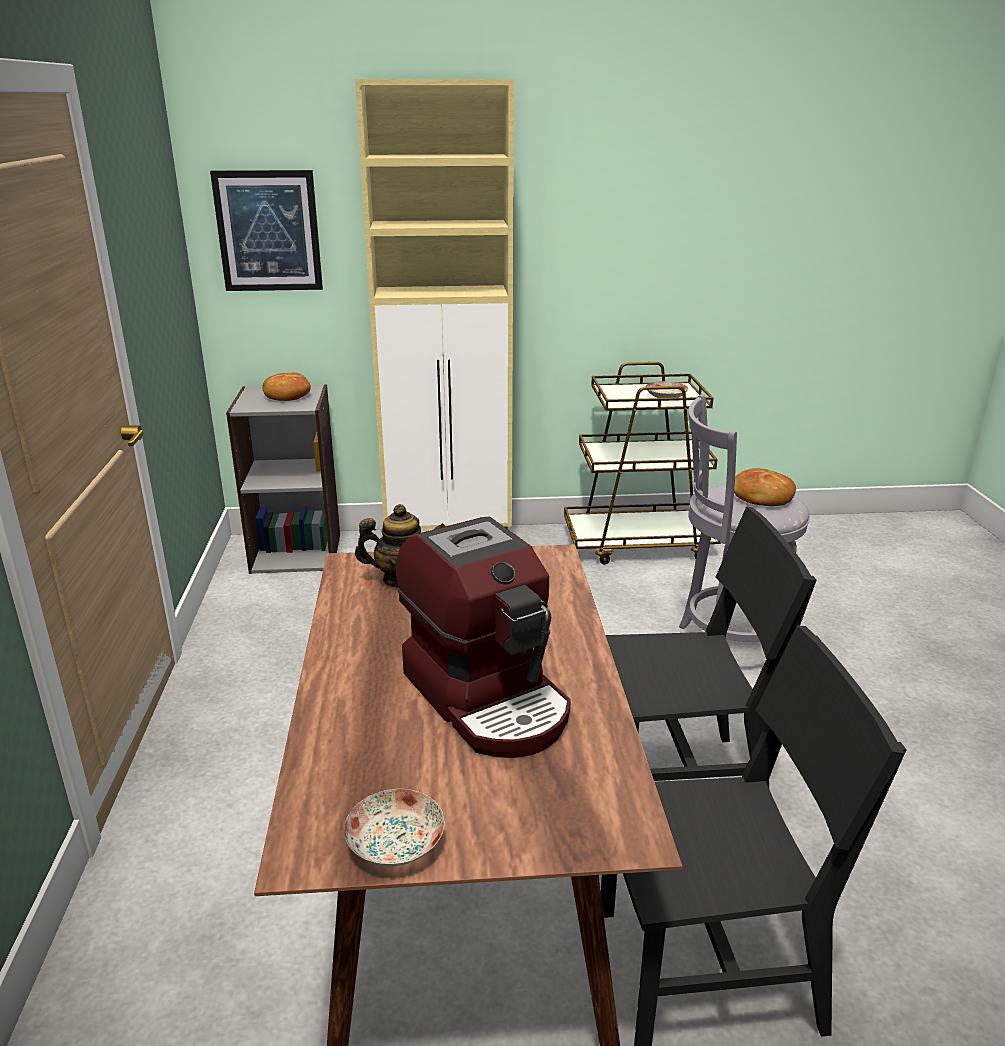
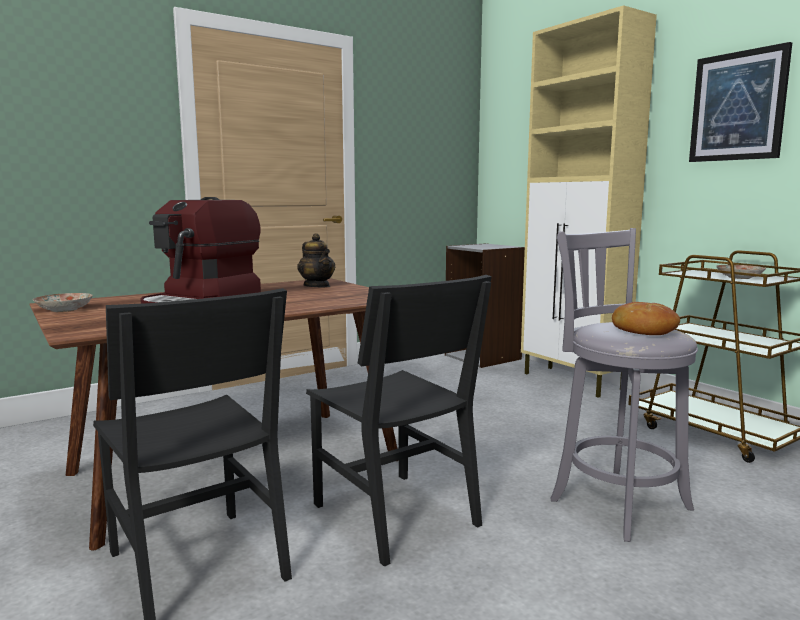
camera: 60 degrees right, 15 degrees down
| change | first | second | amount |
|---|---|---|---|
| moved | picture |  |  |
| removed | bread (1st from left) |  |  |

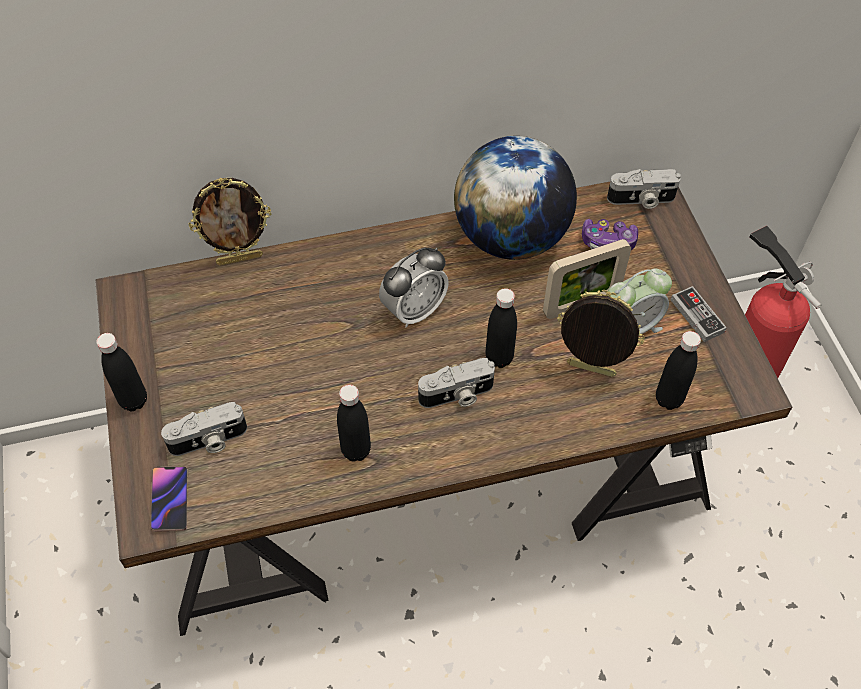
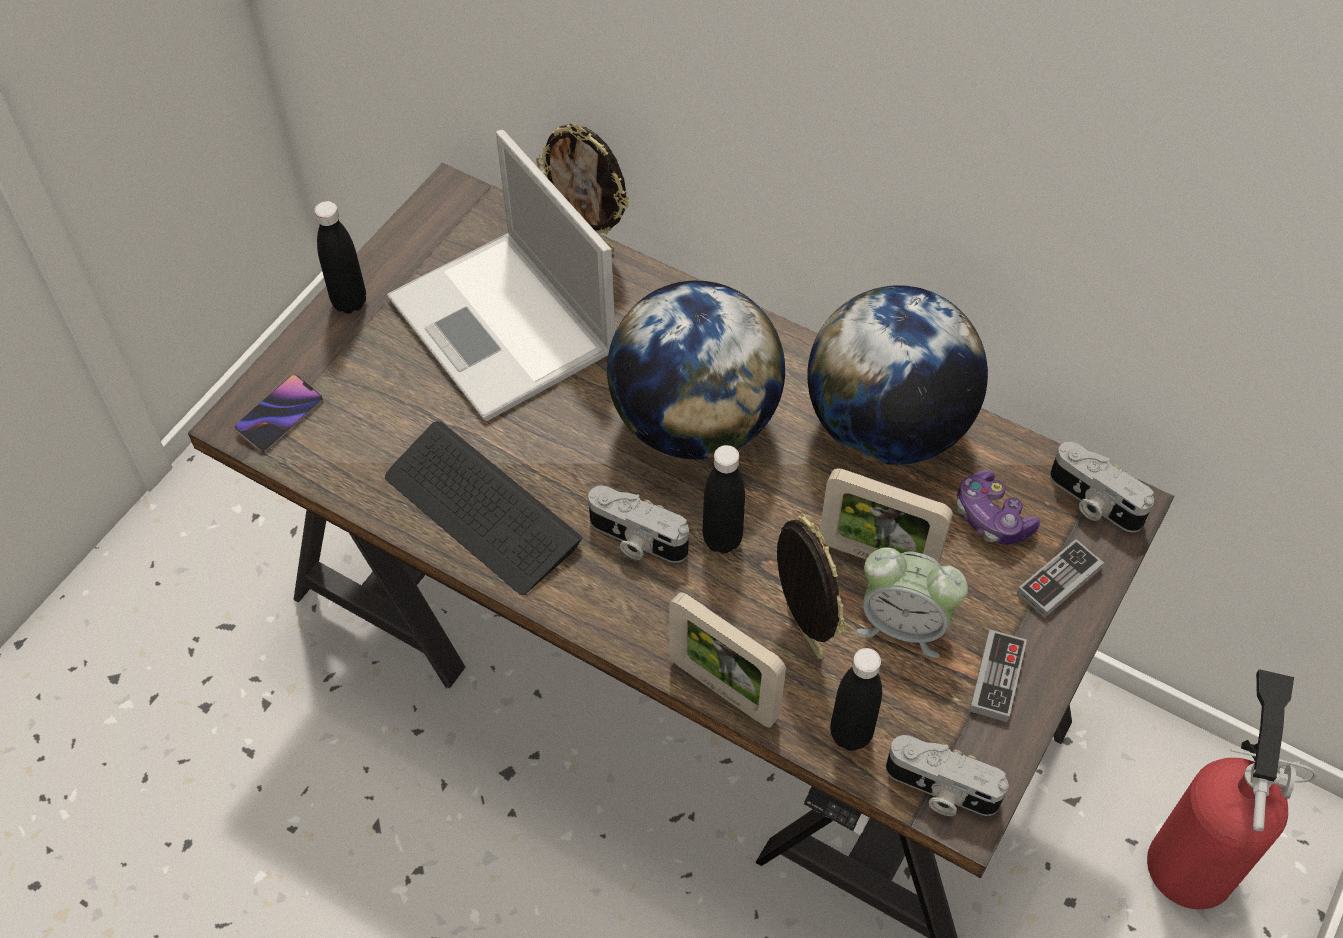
camera: 45 degrees right, 0 degrees up
| change | first | second | amount |
|---|---|---|---|
| replaced | black_bottle (2nd from left) | keyboard |  |
| added |  | laptop |  |
| replaced | alarm_clock (1st from left) | globe (1st from left) |  |
| added |  | picture_frame (2nd from left) |  |
| moved | photo_camera (1st from left in the first image) | photo_camera (2nd from left) |  |
| added |  | game_controller (3rd from left) |  |

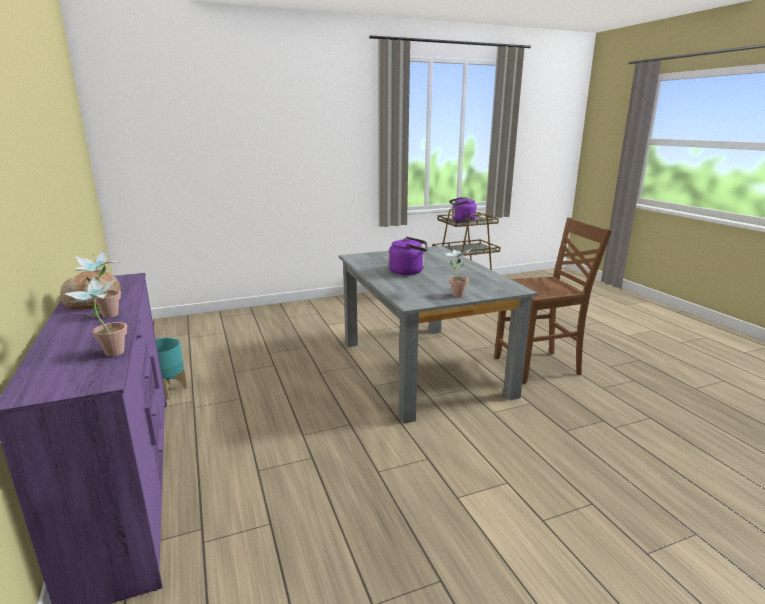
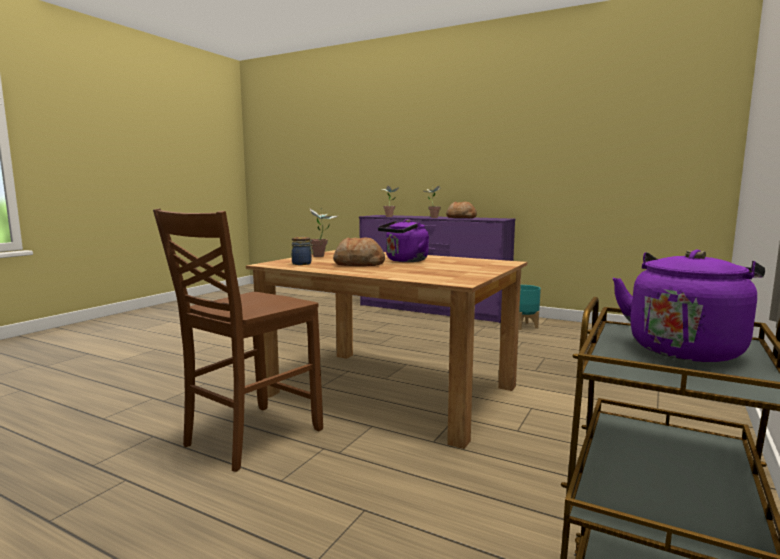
camera: 140 degrees right, 10 degrees down
| change | first | second | amount |
|---|---|---|---|
| recoloured | grey_dining_table | brown_dining_table |  |
| added |  | jar |  |
| added |  | bread (1st from left) |  |

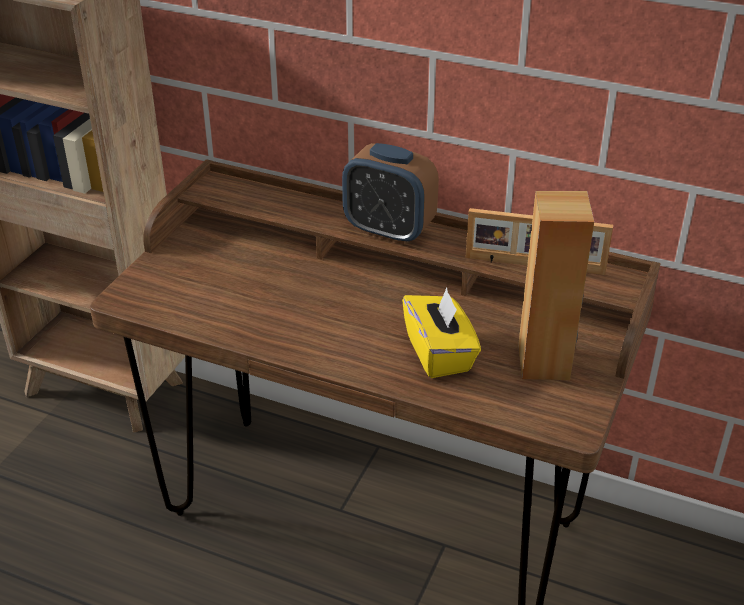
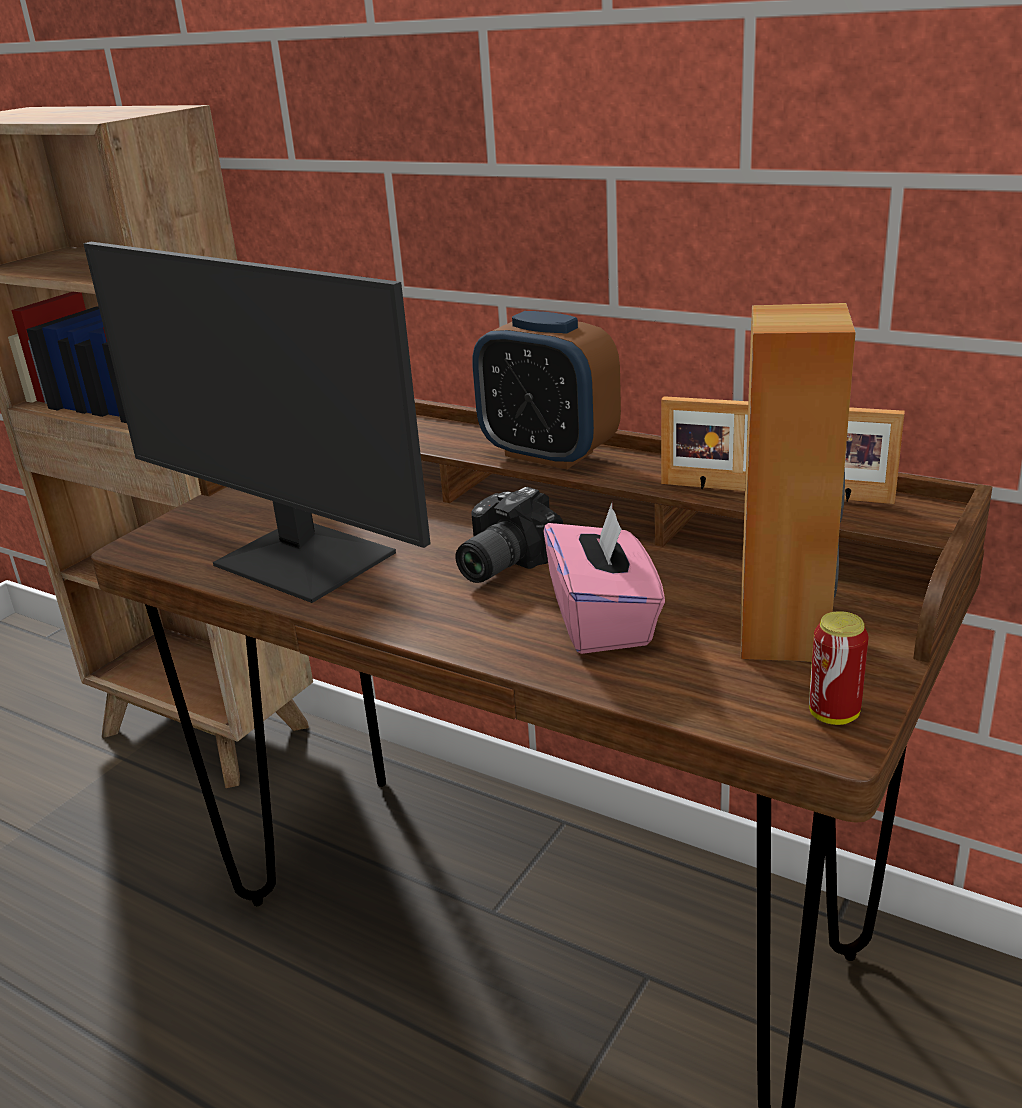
camera: 10 degrees right, 10 degrees down
| change | first | second | amount |
|---|---|---|---|
| added |  | monitor |  |
| added |  | photo_camera |  |
| recoloured | yellow_tissue_box | pink_tissue_box |  |
| added |  | can |  |

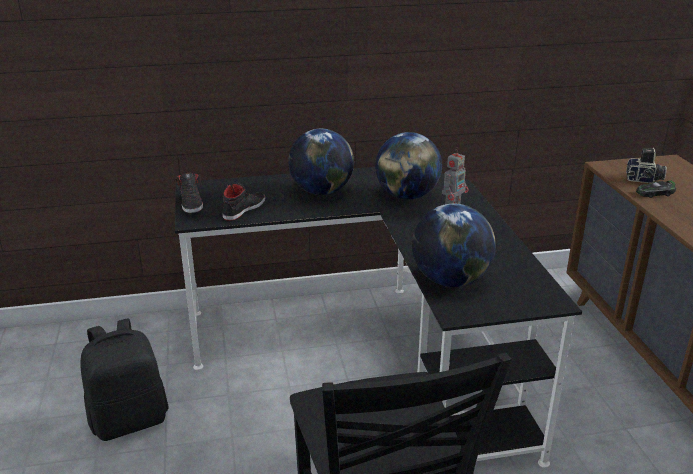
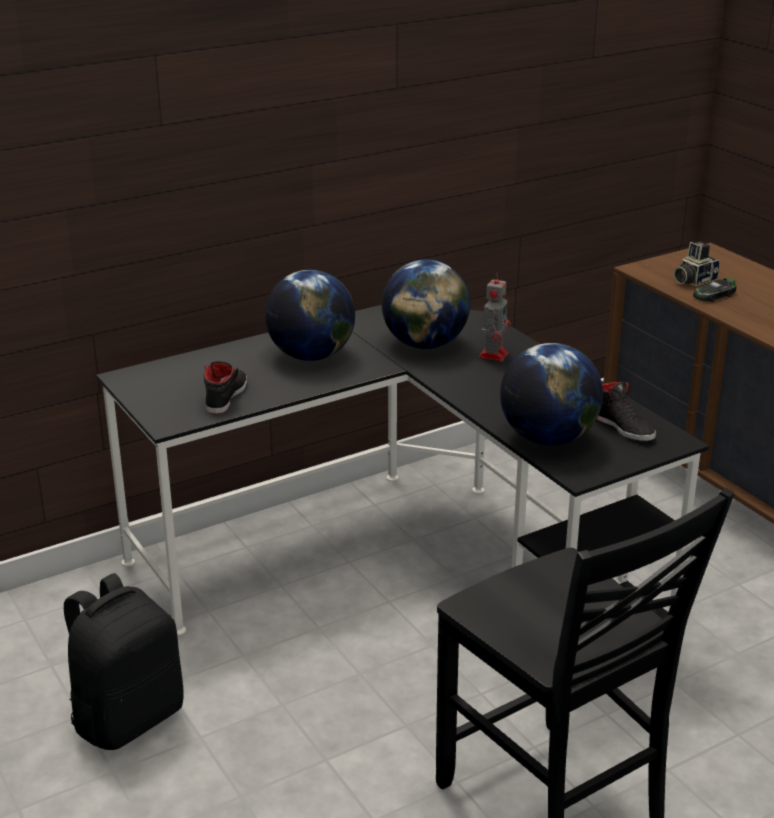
camera: 20 degrees left, 0 degrees up
| change | first | second | amount |
|---|---|---|---|
| moved | black_shoe (1st from left in the first image) | black_shoe (2nd from left) |  |
| turned | photo_camera |  | 150 degrees clockwise |

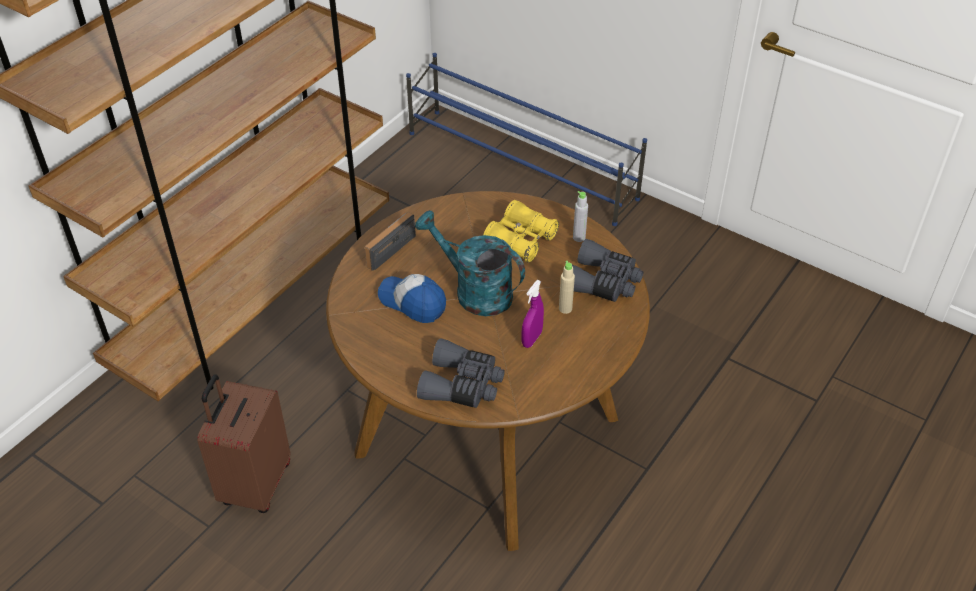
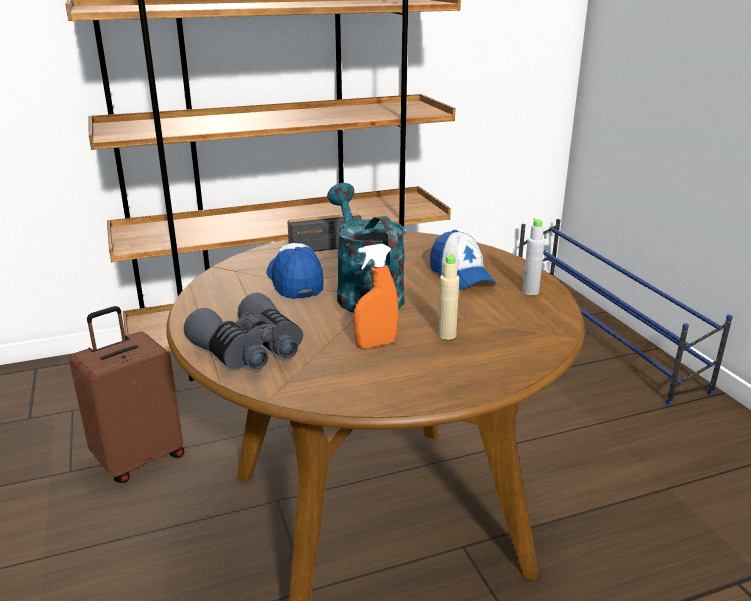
camera: 35 degrees right, 20 degrees down
| change | first | second | amount |
|---|---|---|---|
| recoloured | purple_spray_bottle | orange_spray_bottle |  |
| replaced | yellow_binoculars | cap (2nd from left) |  |
| removed | grey_binoculars (2nd from left) |  |  |

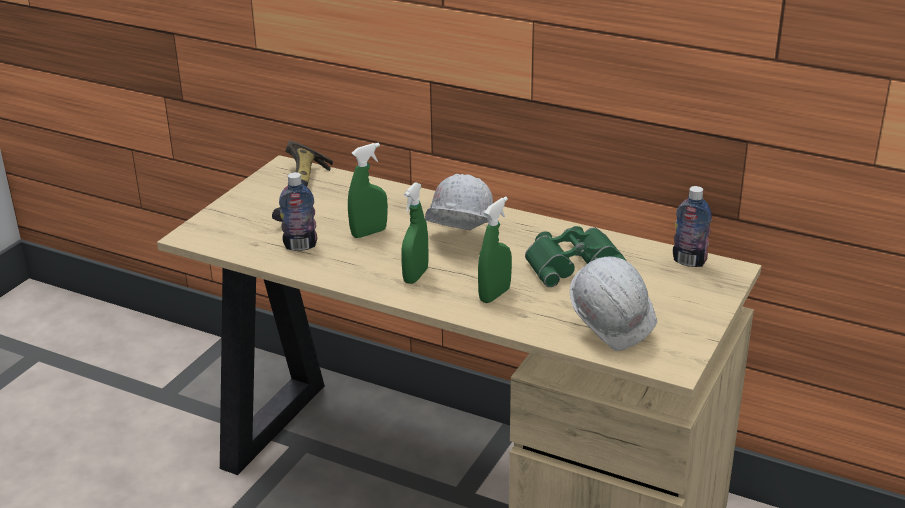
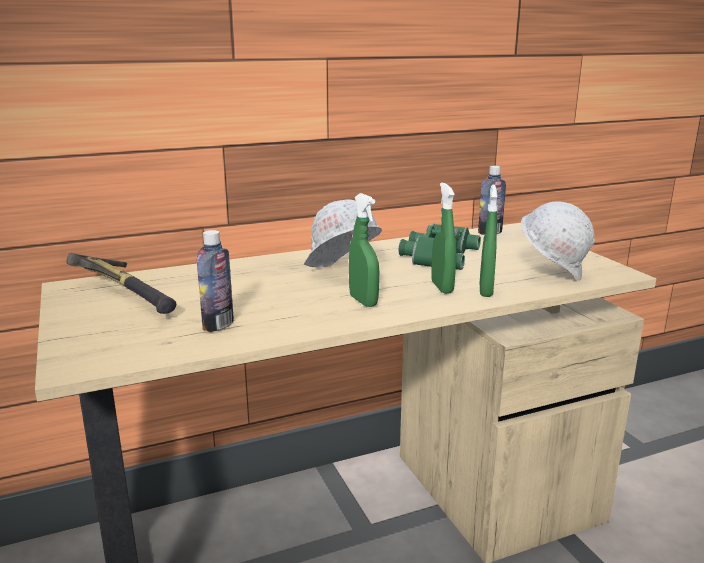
camera: 50 degrees left, 10 degrees down
| change | first | second | amount |
|---|---|---|---|
| moved | green_spray_bottle (1st from left in the first image) | green_spray_bottle (3rd from left) |  |

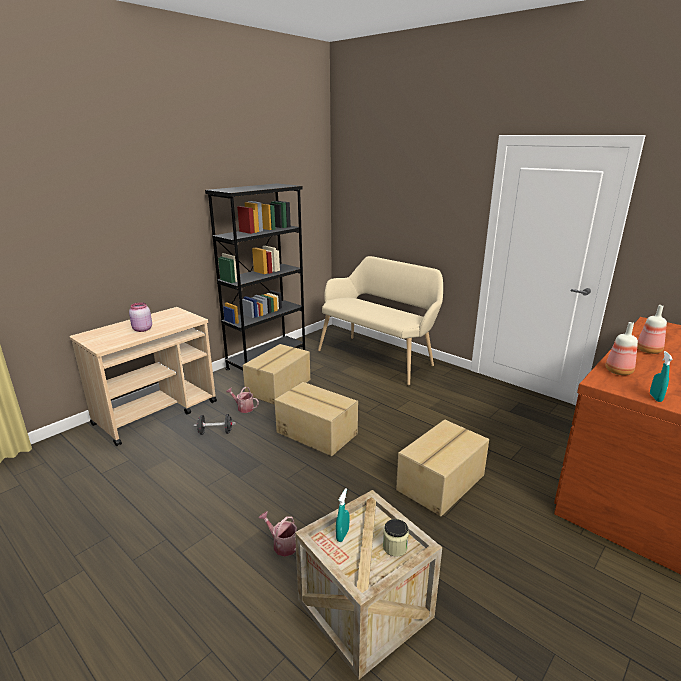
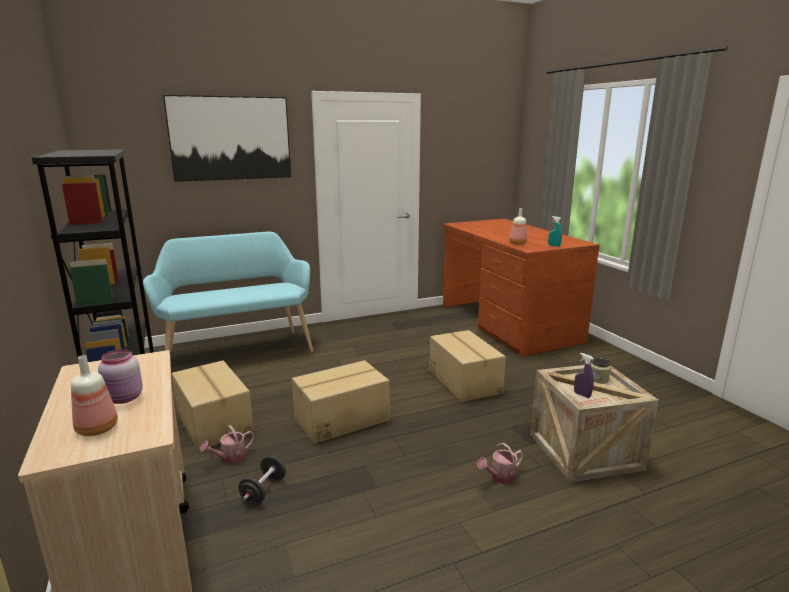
camera: 65 degrees left, 5 degrees down
| change | first | second | amount |
|---|---|---|---|
| moved | bottle (2nd from left in the first image) | bottle (1st from left) |  |
| recoloured | beige_bench | turquoise_bench |  |
| added |  | picture |  |
| recoloured | turquoise_spray_bottle (1st from left) | purple_spray_bottle |  |

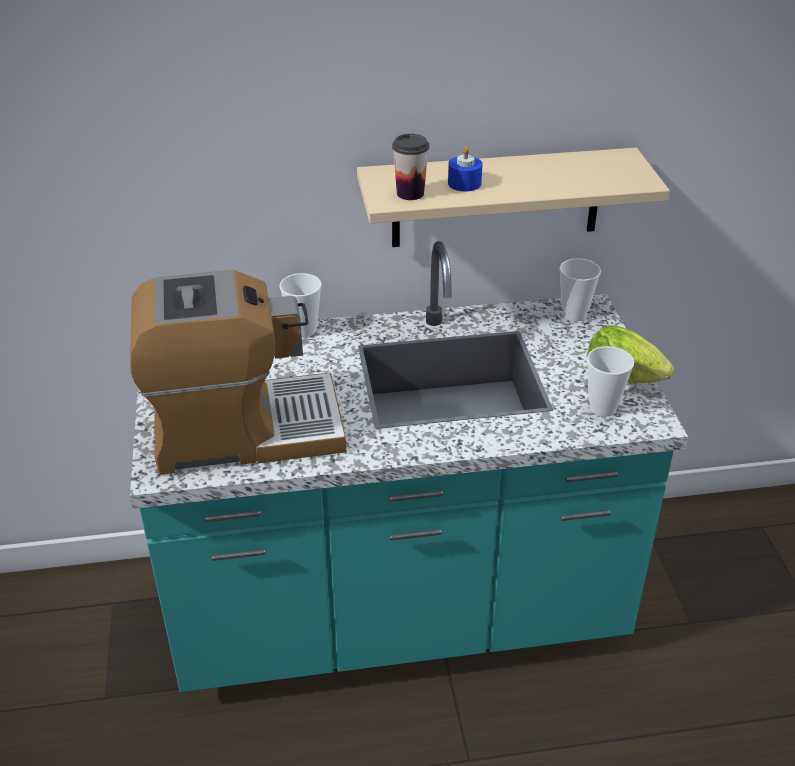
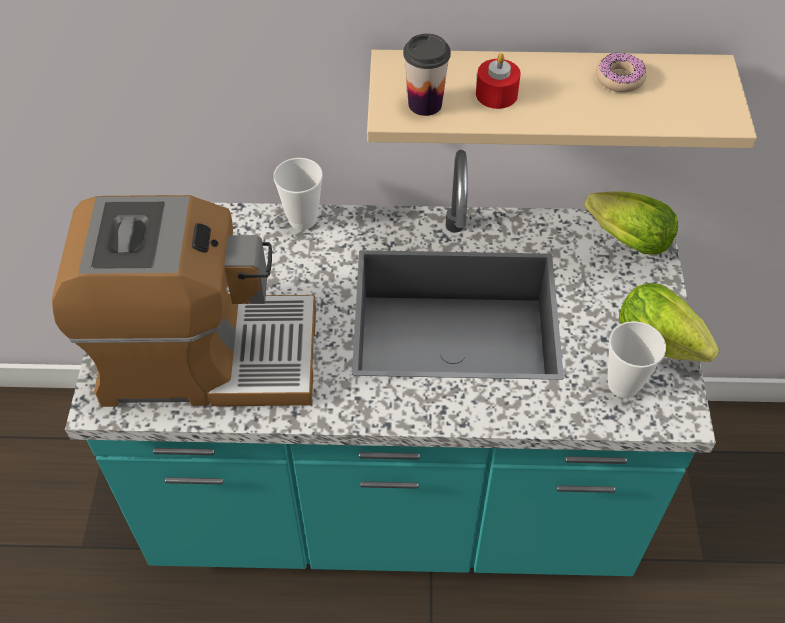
camera: 10 degrees right, 15 degrees up
| change | first | second | amount |
|---|---|---|---|
| recoloured | blue_candle | red_candle |  |
| replaced | cup (3rd from left) | lettuce (1st from left) |  |
| added |  | donut |  |

